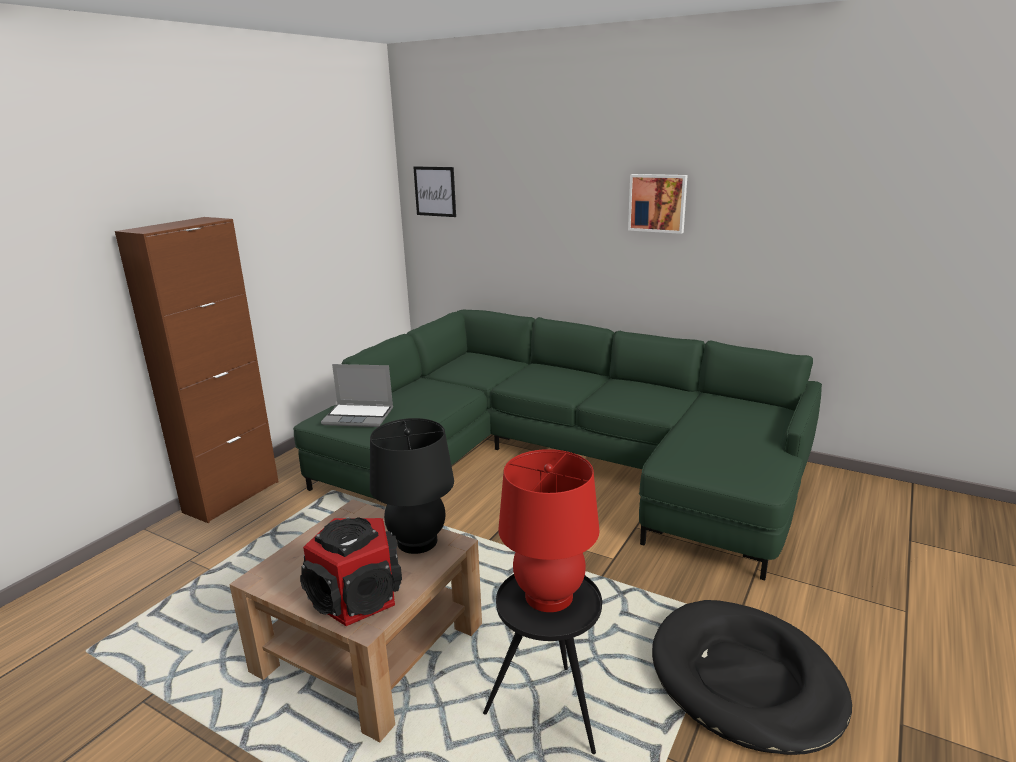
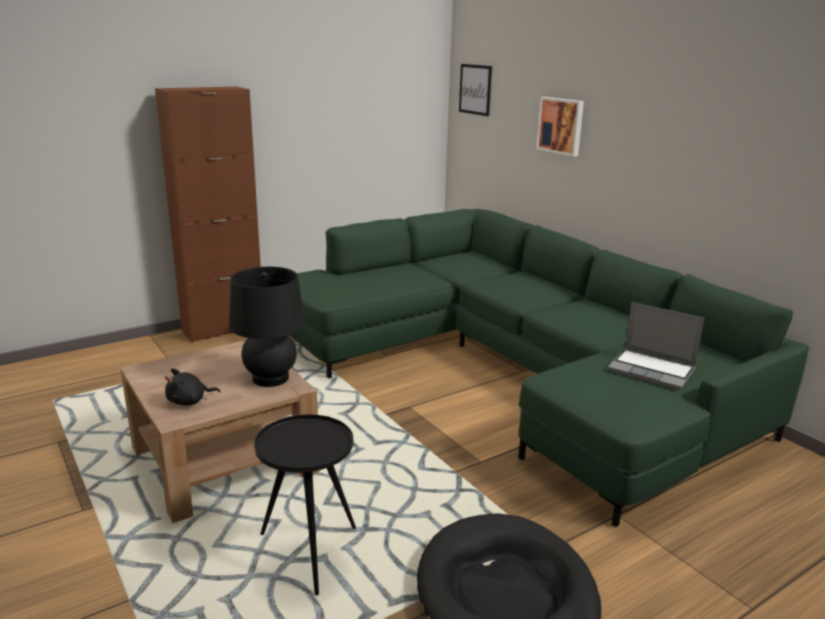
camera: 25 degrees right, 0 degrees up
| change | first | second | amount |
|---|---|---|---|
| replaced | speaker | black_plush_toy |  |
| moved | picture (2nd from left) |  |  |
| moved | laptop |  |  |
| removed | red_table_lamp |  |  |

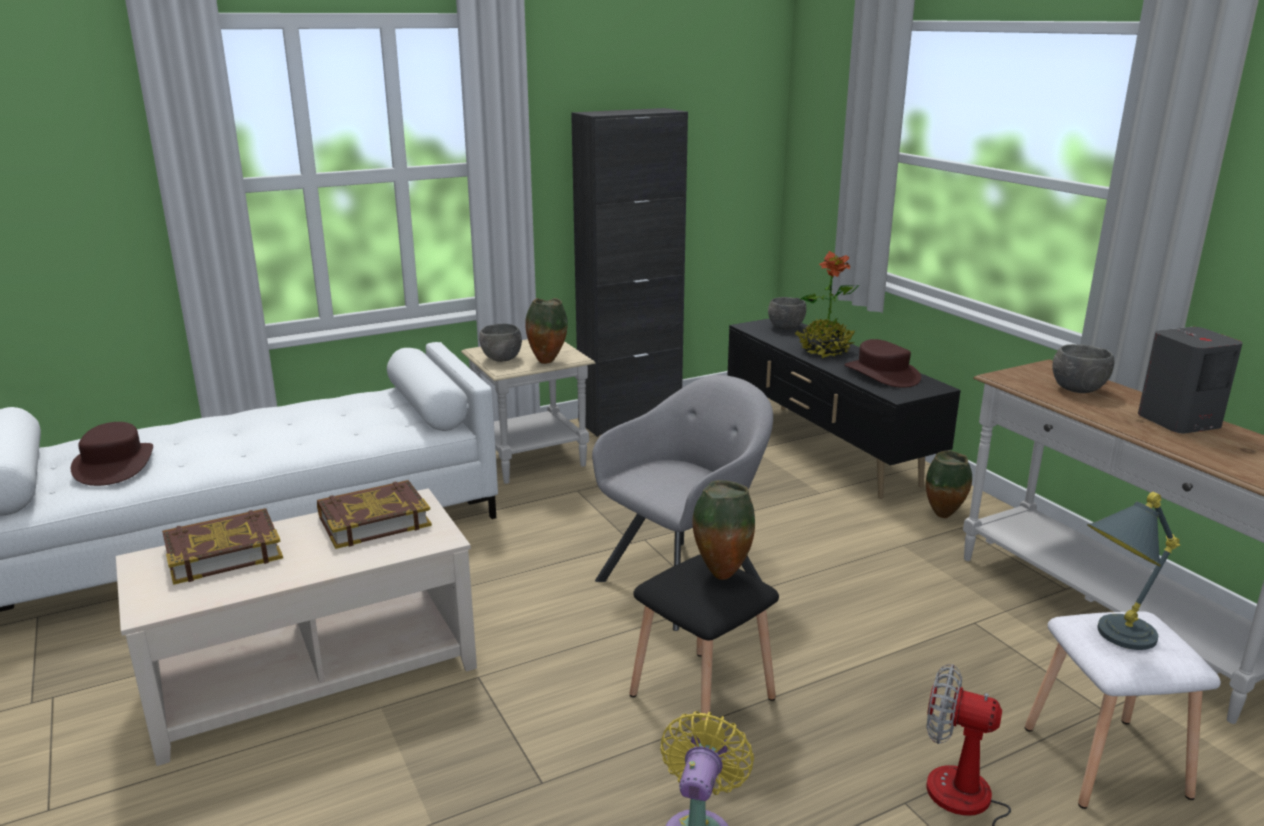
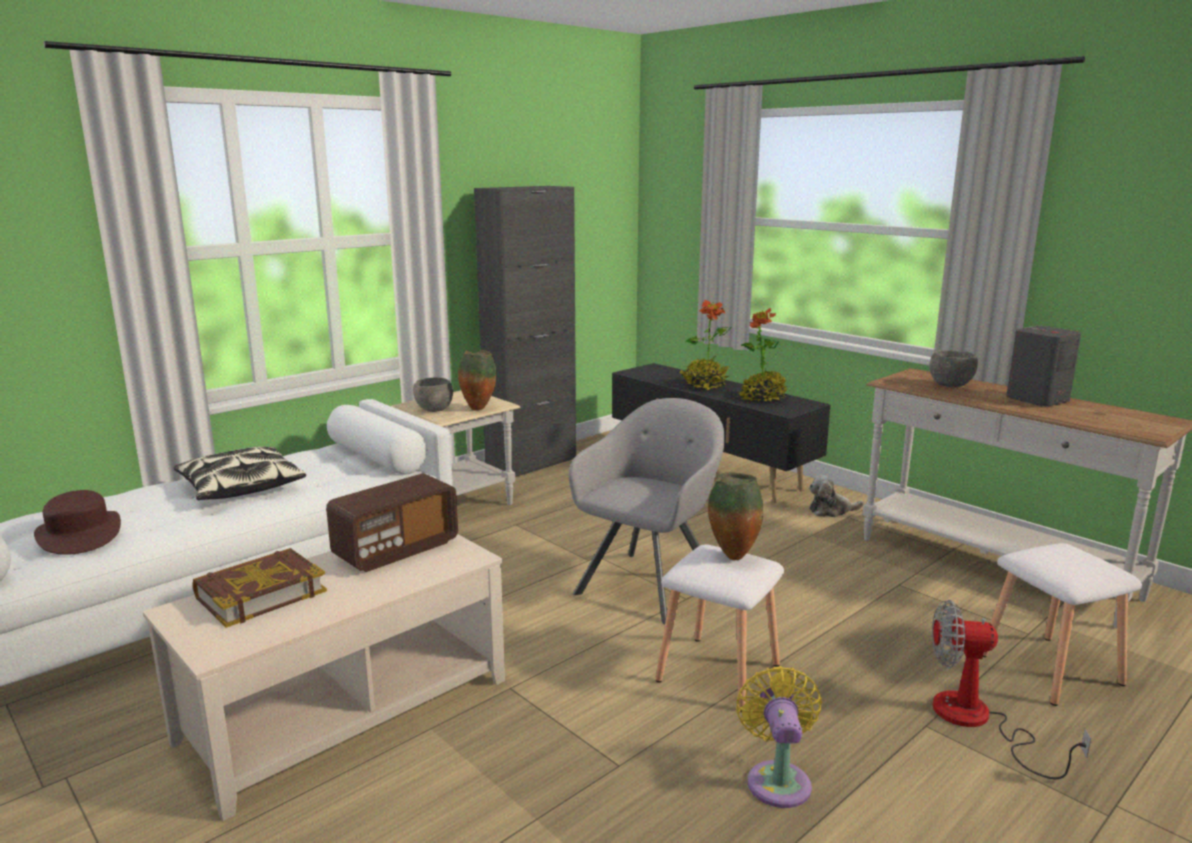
camera: 15 degrees left, 5 degrees down
| change | first | second | amount |
|---|---|---|---|
| added |  | pillow |  |
| replaced | book (2nd from left) | radio |  |
| recoloured | black_stool | white_stool (1st from left) |  |
| replaced | brown_hat (2nd from left) | potted_plant (2nd from left) |  |
| replaced | vase (3rd from left) | plush_toy |  |
| removed | grey_bowl (2nd from left) |  |  |
| removed | grey_table_lamp |  |  |

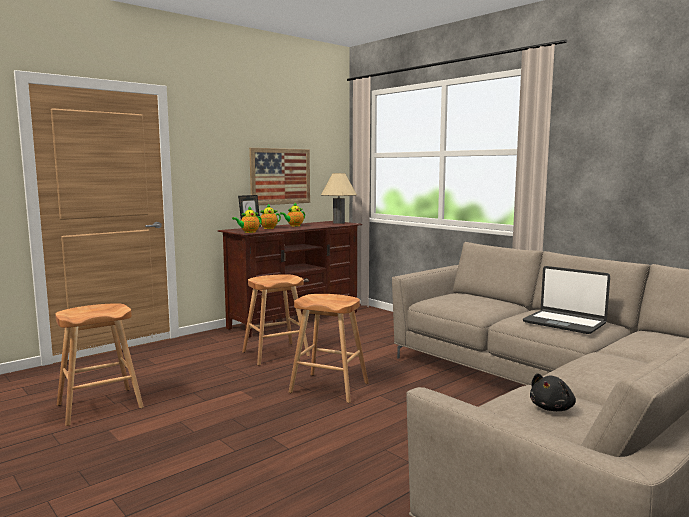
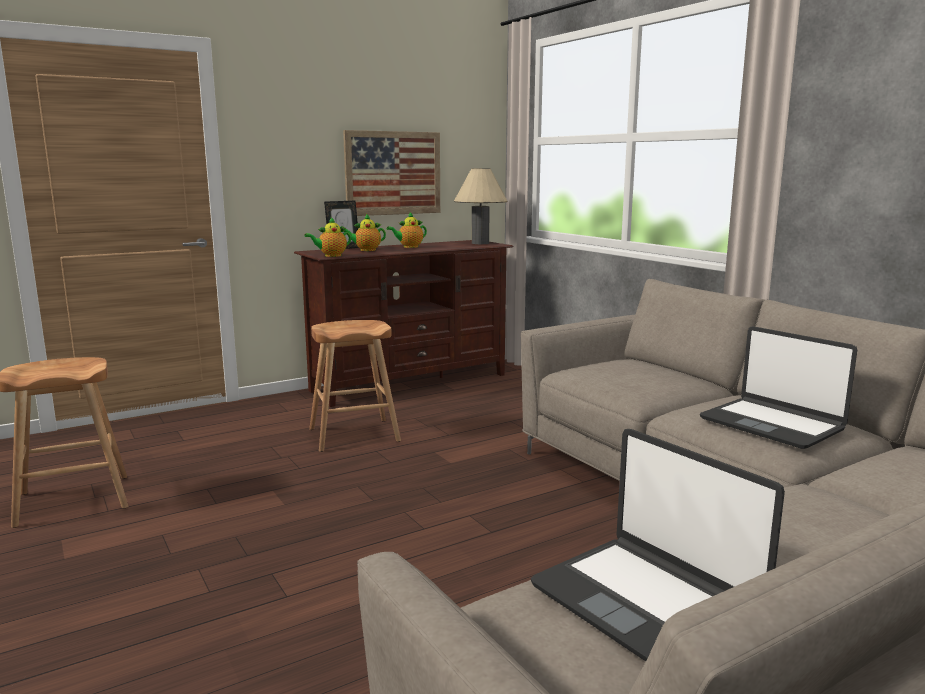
camera: 10 degrees right, 5 degrees up
| change | first | second | amount |
|---|---|---|---|
| replaced | black_plush_toy | laptop (1st from left) |  |
| removed | brown_stool (3rd from left) |  |  |

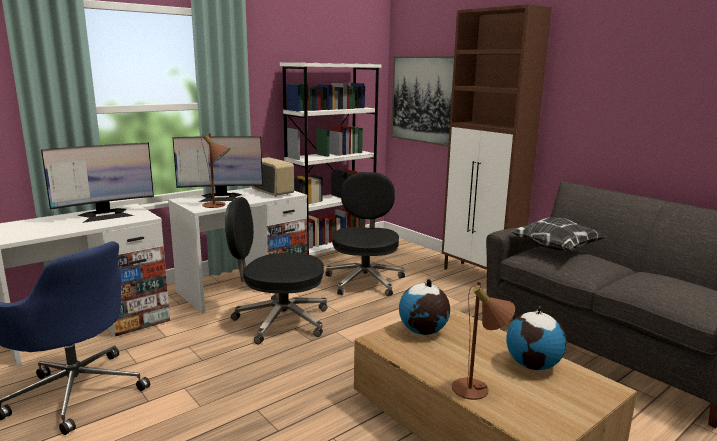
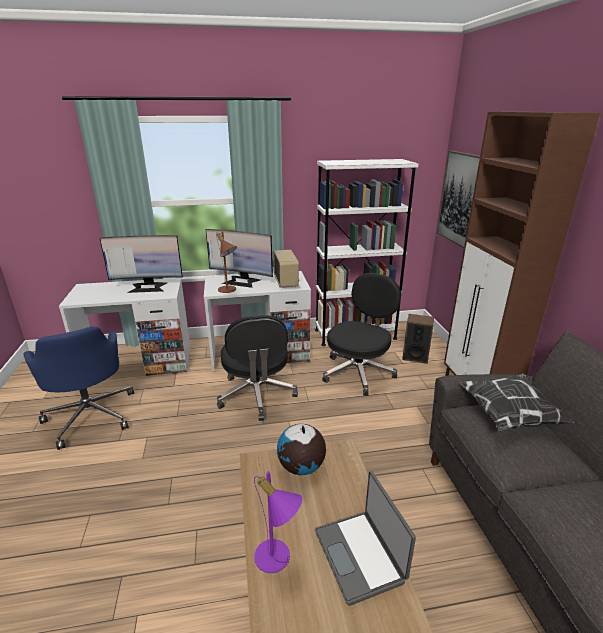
camera: 30 degrees right, 10 degrees up
| change | first | second | amount |
|---|---|---|---|
| turned | black_office_chair (1st from left) |  | 135 degrees counterclockwise |
| recoloured | brown_table_lamp (2nd from left) | purple_table_lamp |  |
| replaced | globe (2nd from left) | laptop |  |
| added |  | speaker |  |

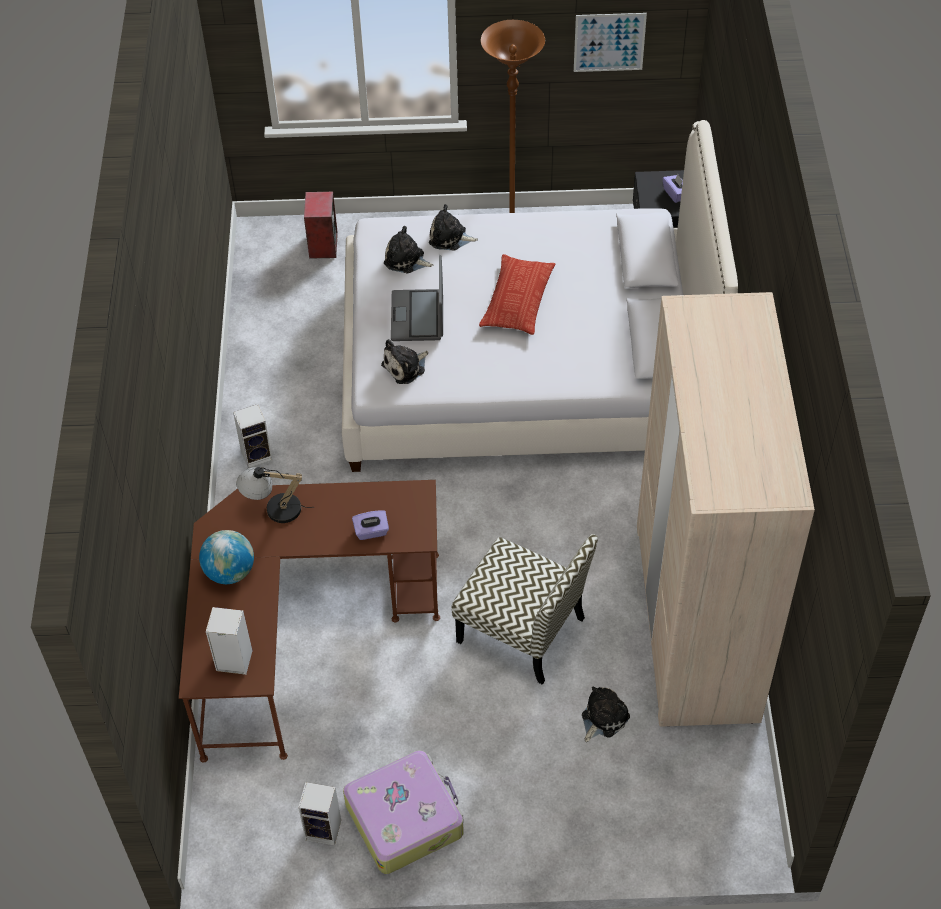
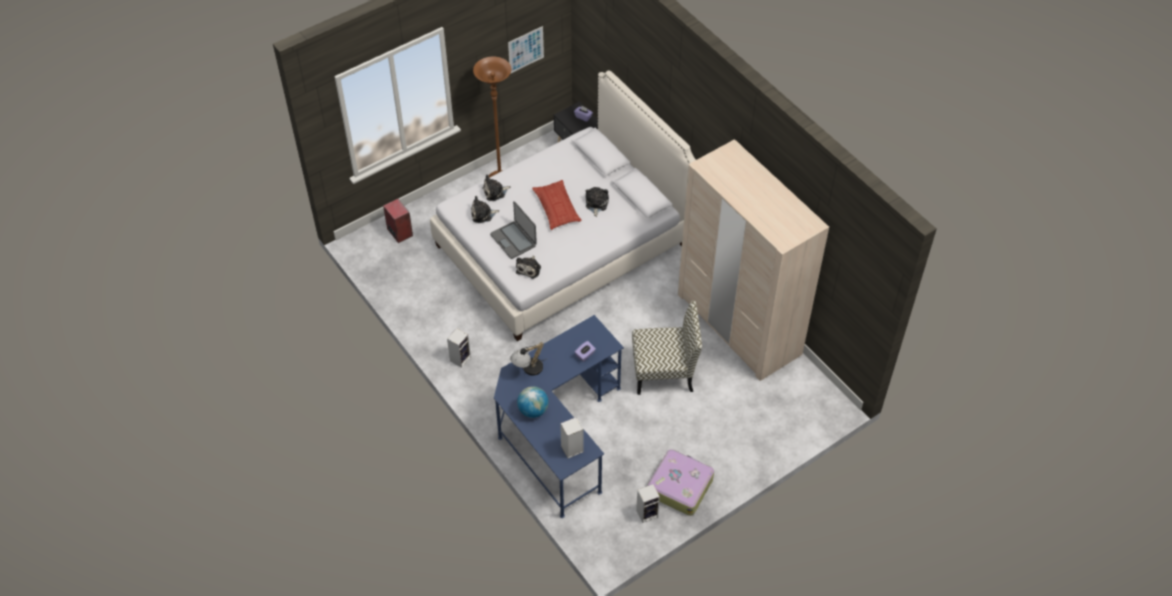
camera: 35 degrees left, 0 degrees up
| change | first | second | amount |
|---|---|---|---|
| recoloured | brown_desk | blue_desk |  |
| moved | plush_toy (4th from left) |  |  |

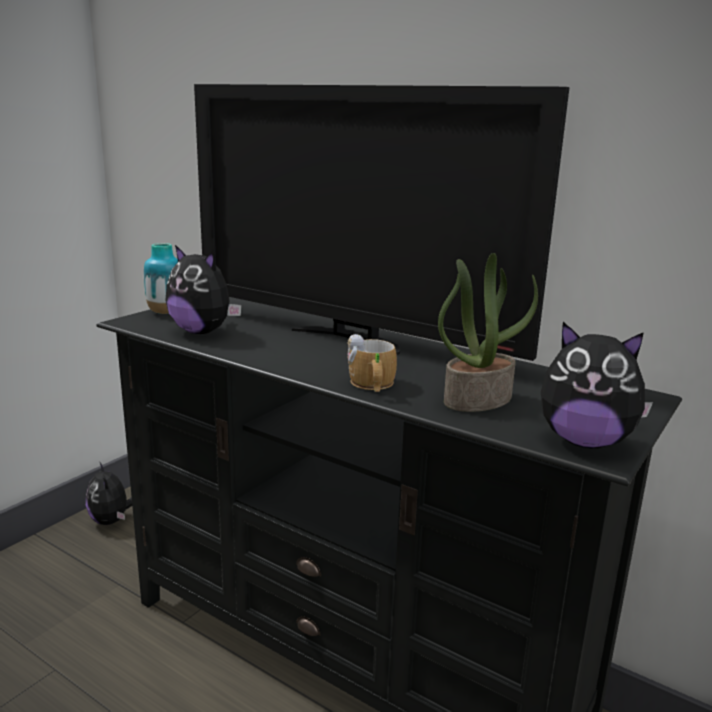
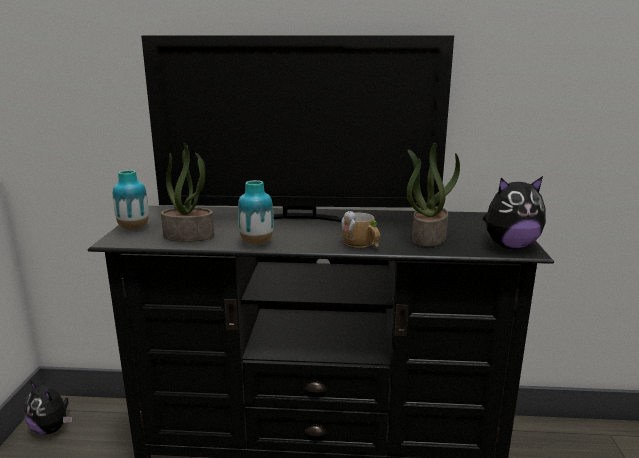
camera: 30 degrees left, 0 degrees up
| change | first | second | amount |
|---|---|---|---|
| replaced | plush_toy (2nd from left) | potted_plant (1st from left) |  |
| added |  | vase (2nd from left) |  |

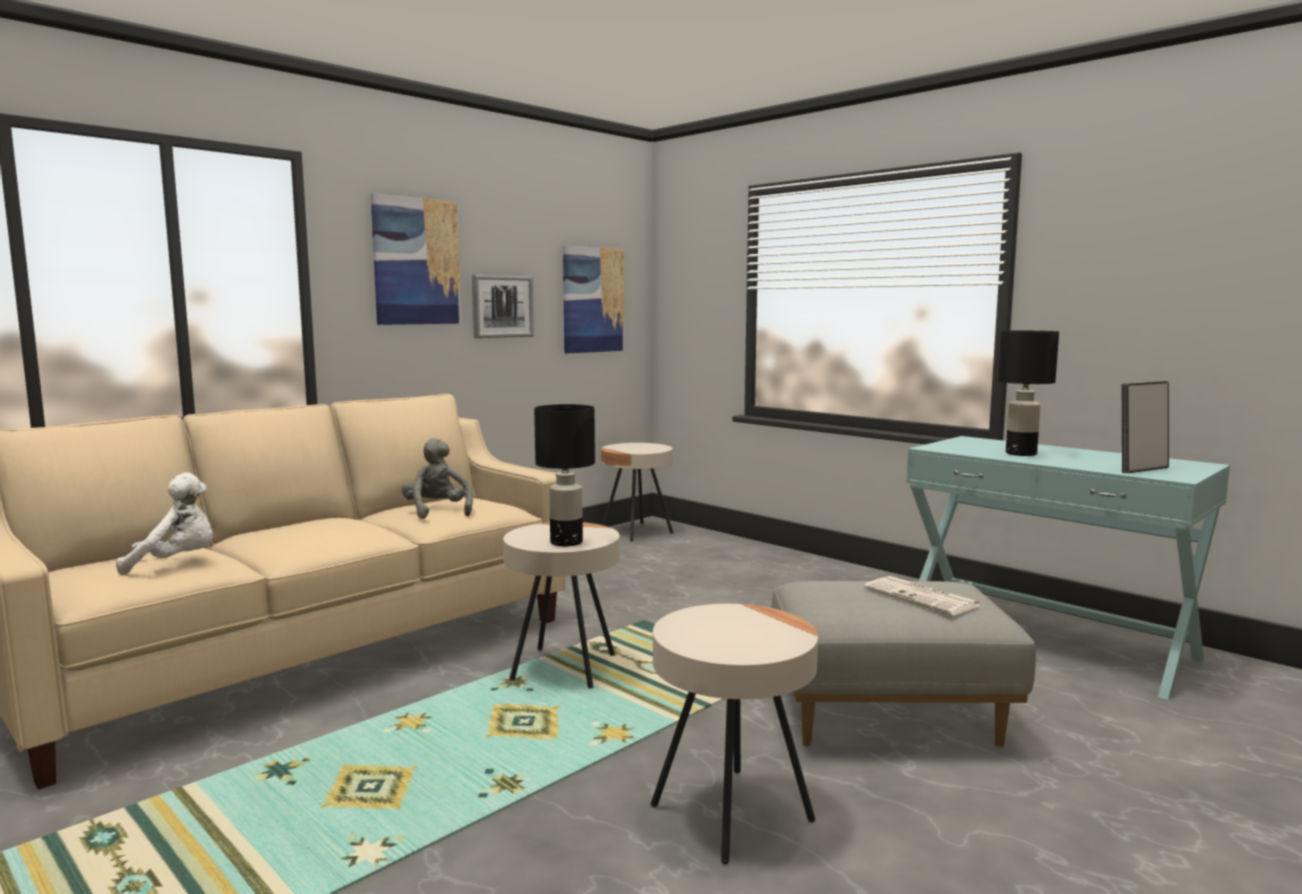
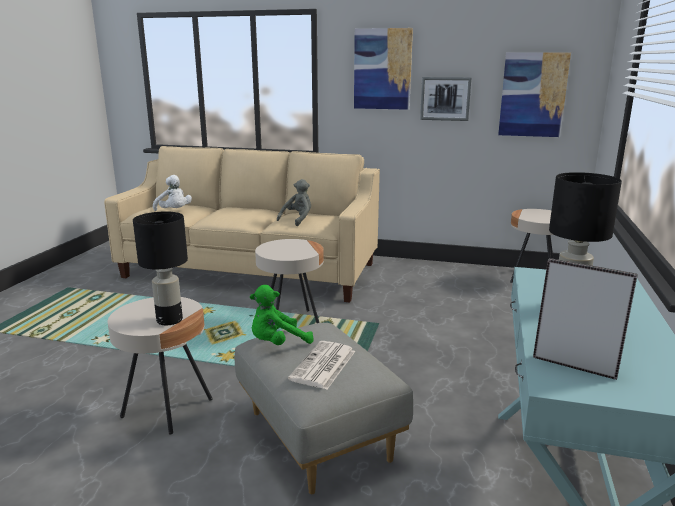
camera: 60 degrees right, 10 degrees up
| change | first | second | amount |
|---|---|---|---|
| moved | black_table_lamp (1st from left) |  |  |
| added |  | green_plush_toy |  |

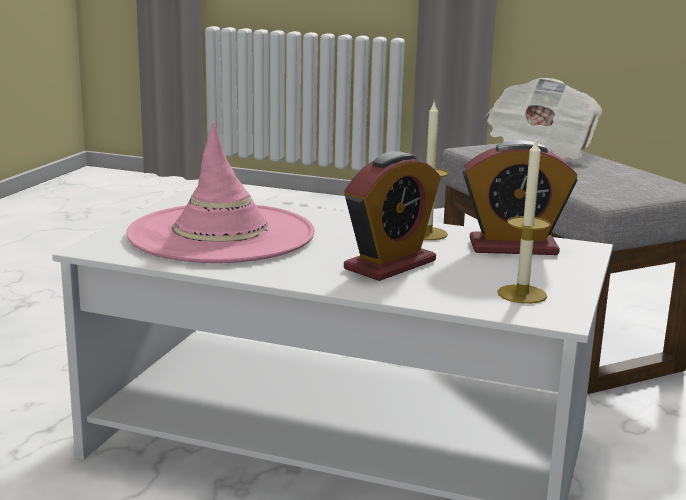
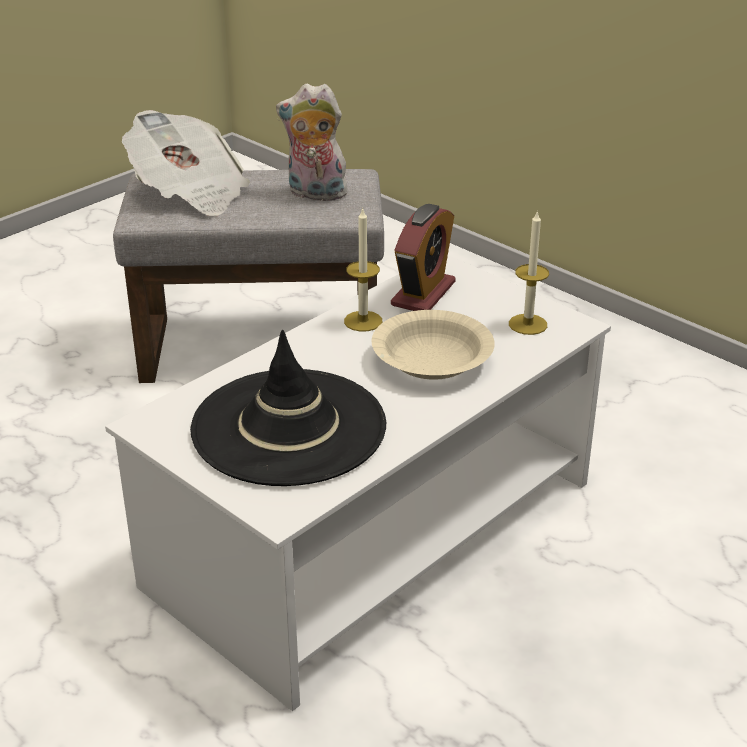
camera: 65 degrees left, 15 degrees up
| change | first | second | amount |
|---|---|---|---|
| recoloured | pink_hat | black_hat |  |
| added |  | plush_toy |  |
| replaced | alarm_clock (1st from left) | beige_bowl |  |

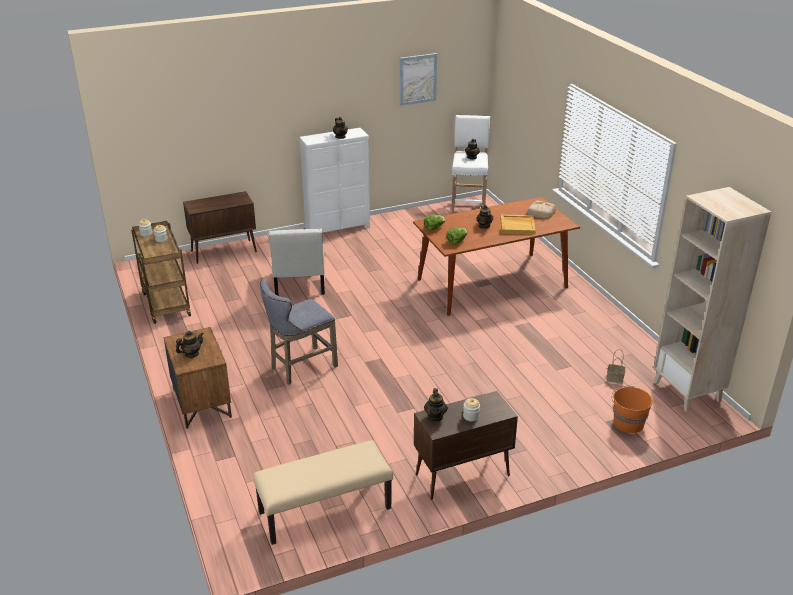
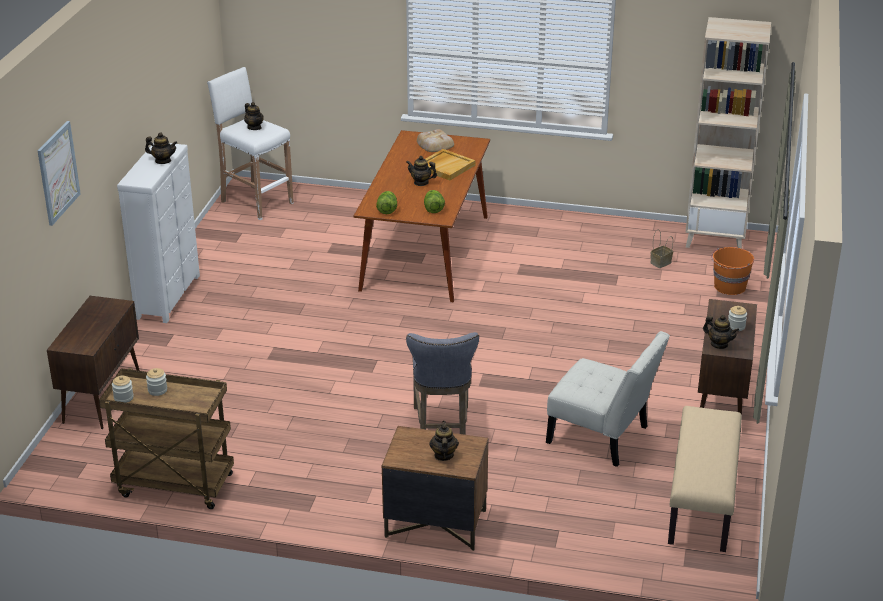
camera: 55 degrees left, 0 degrees up
| change | first | second | amount |
|---|---|---|---|
| moved | picture |  |  |
| moved | white_chair |  |  |

